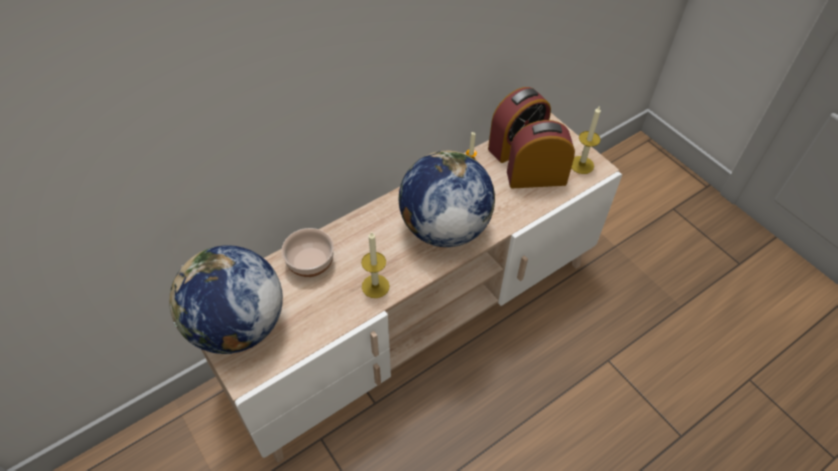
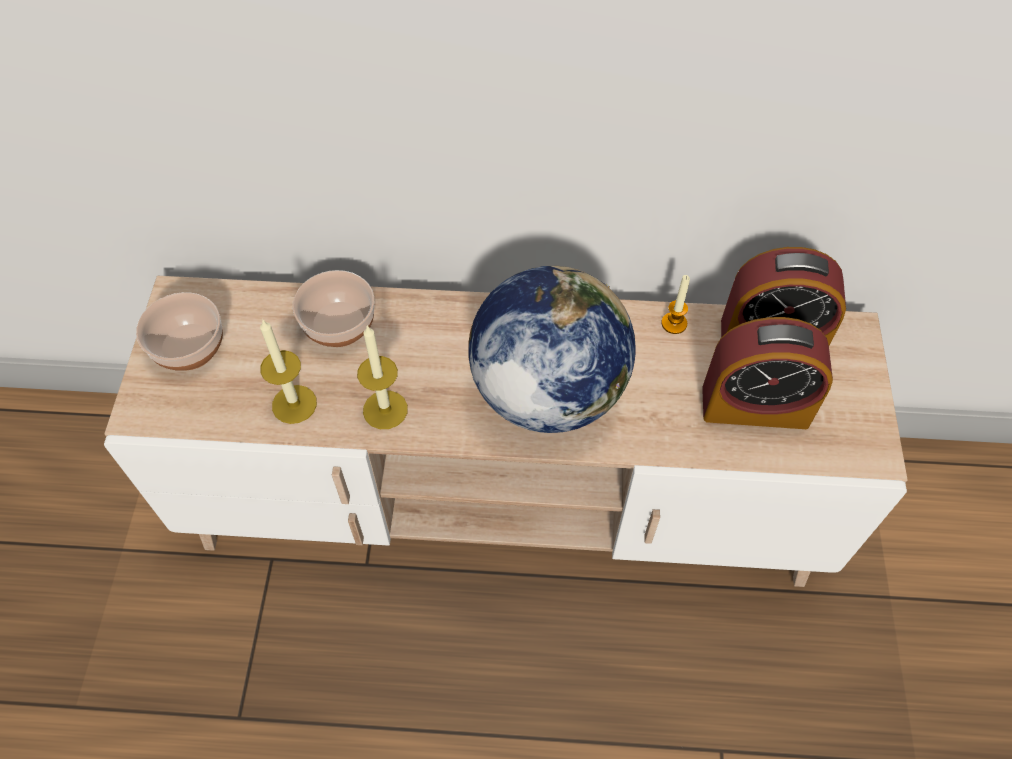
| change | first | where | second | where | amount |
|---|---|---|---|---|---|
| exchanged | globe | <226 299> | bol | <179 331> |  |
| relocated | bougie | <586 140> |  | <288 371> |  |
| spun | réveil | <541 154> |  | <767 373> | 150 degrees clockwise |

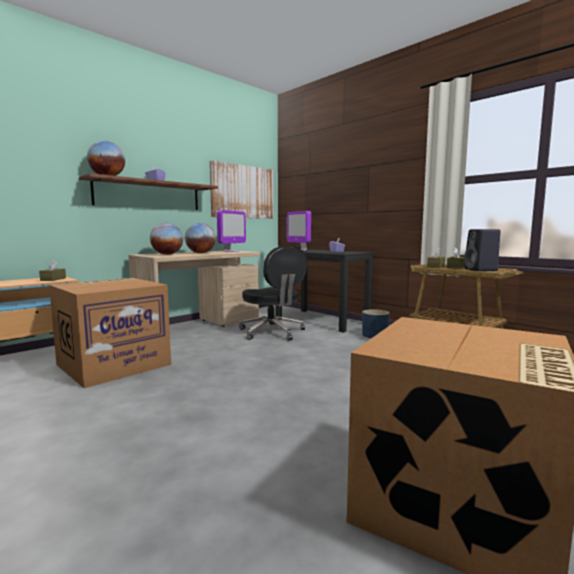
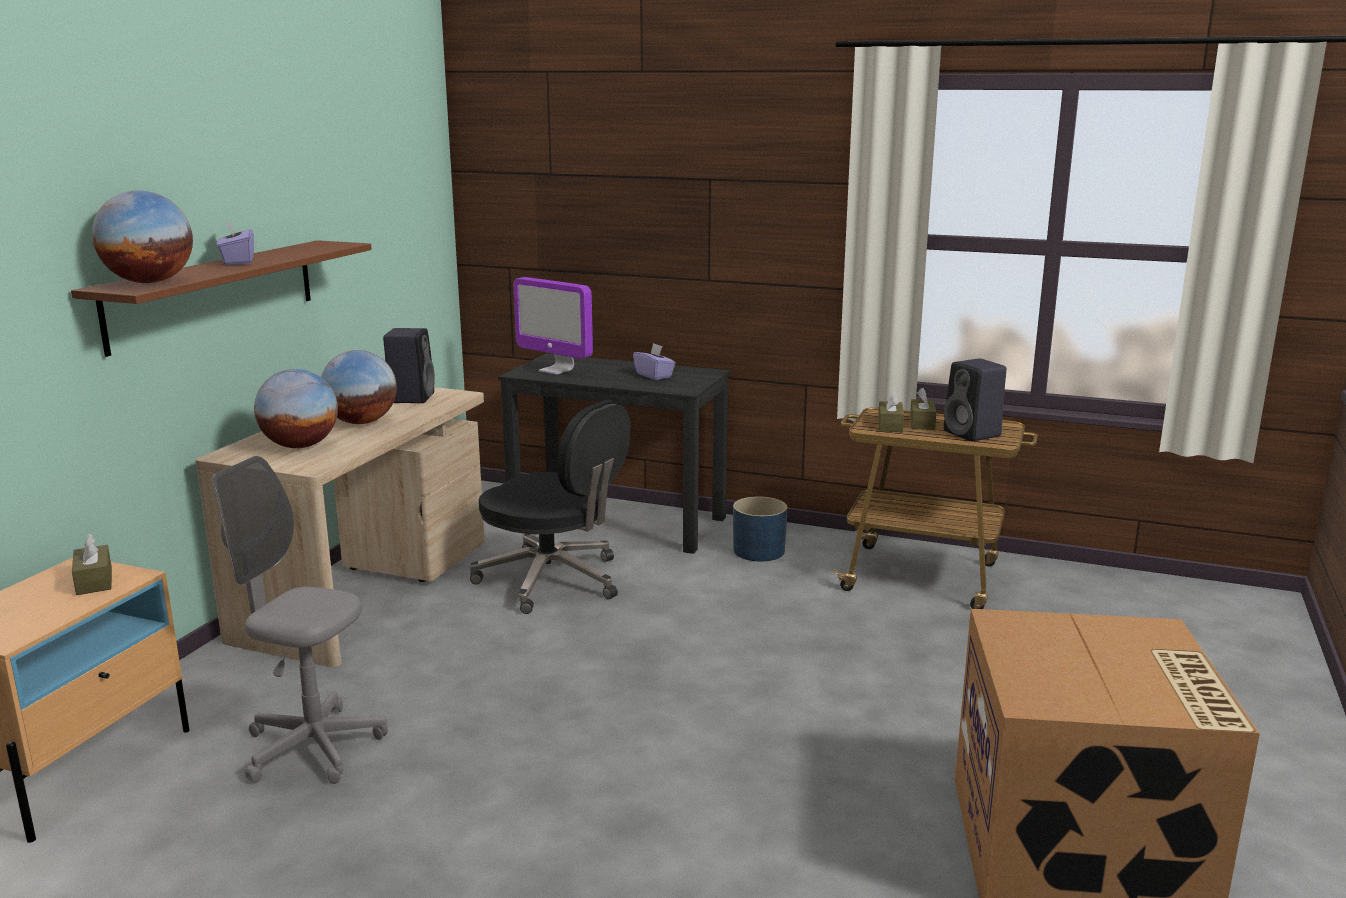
| change | first | where | second | where | amount |
|---|---|---|---|---|---|
| exchanged | carton | <110 333> | chaise de bureau [gris] | <300 620> |  |
| exchanged | écran d'ordinateur | <231 231> | enceinte [noir] | <409 365> |  |
| missing | tableau | <242 189> |  |  |  |

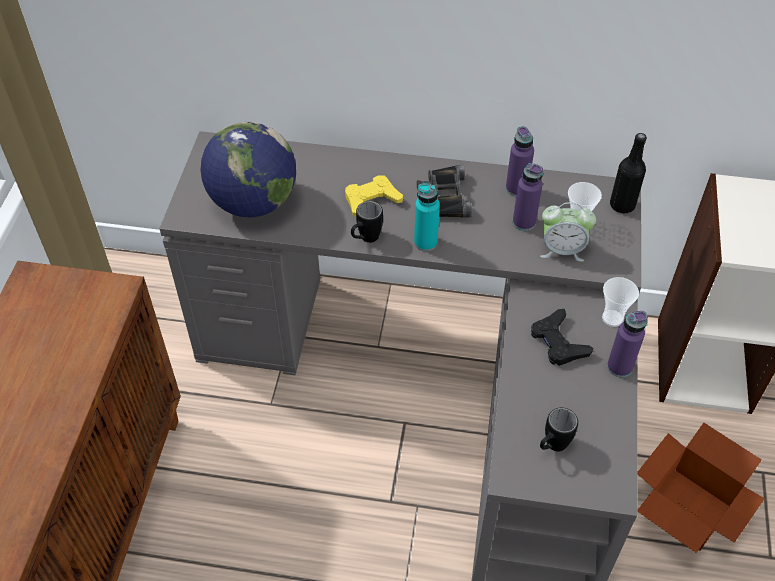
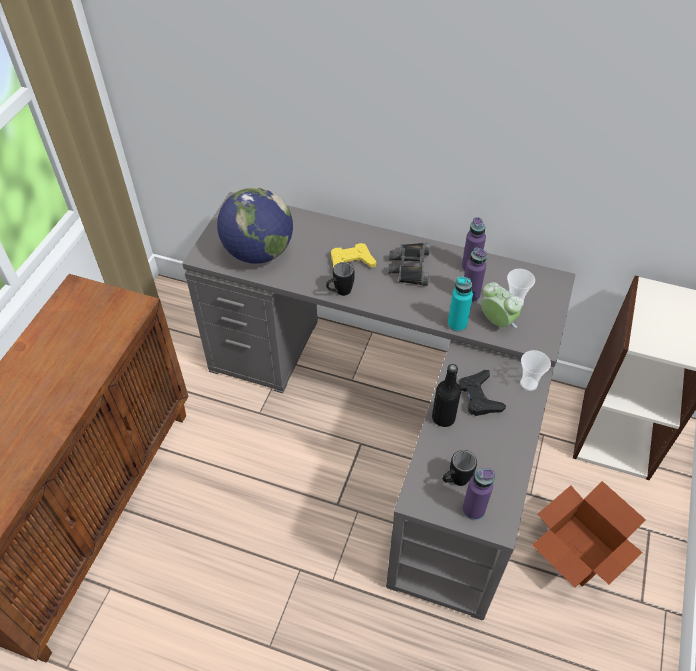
| change | first | where | second | where | amount |
|---|---|---|---|---|---|
| relocated | bouteille [noir] | <628 173> |  | <446 395> |  |
| relocated | bouteille [turquoise] | <427 217> |  | <460 304> |  |
| relocated | bouteille [violet] | <627 344> |  | <478 494> |  |
| spun | réveil | <568 232> |  | <501 305> | 150 degrees counterclockwise |

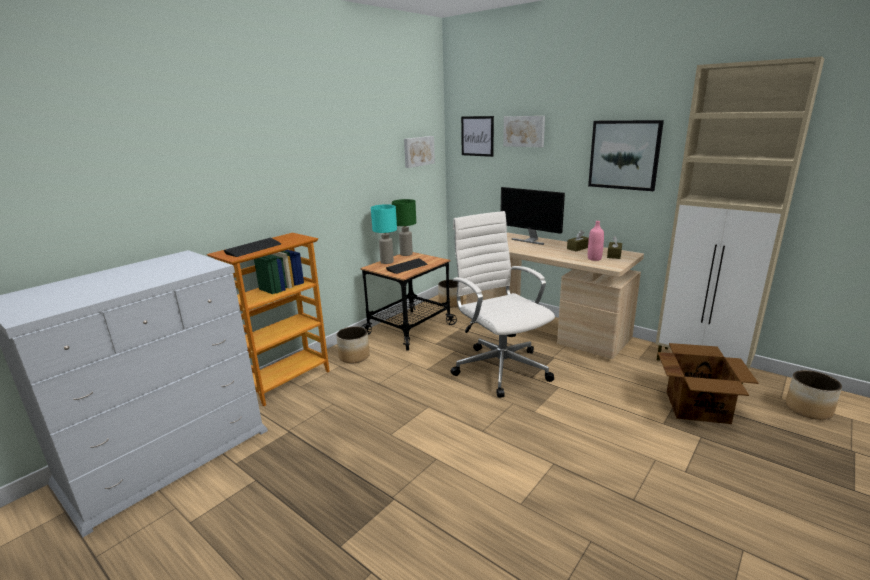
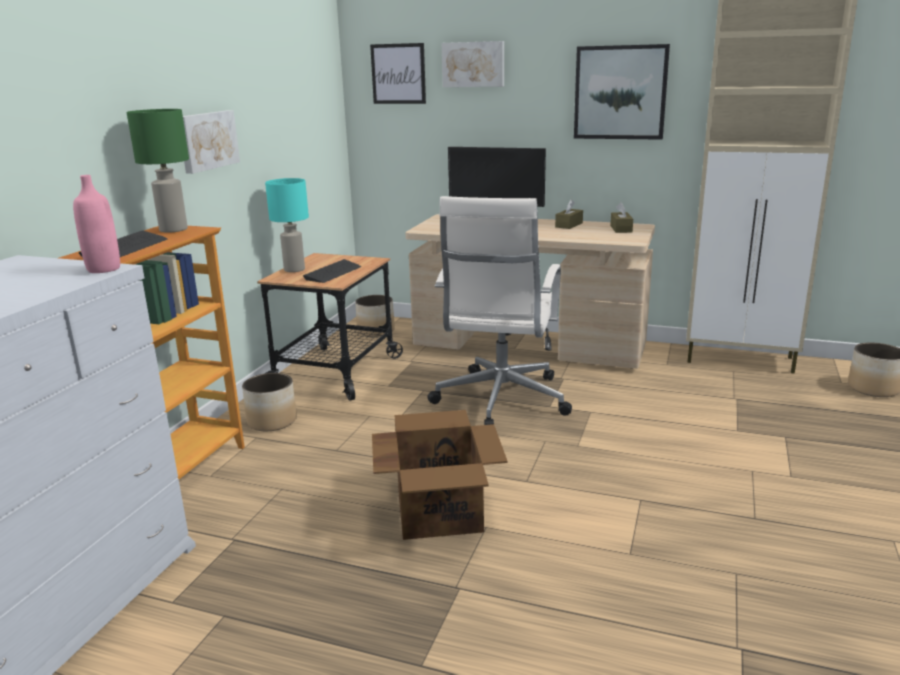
| change | first | where | second | where | amount |
|---|---|---|---|---|---|
| relocated | bouteille [rose] | <596 241> |  | <96 224> |  |
| relocated | lampe de table [vert] | <404 227> |  | <158 171> |  |
| relocated | tableau | <419 152> |  | <211 142> |  |
| relocated | carton | <708 383> |  | <440 475> |  |
| spun | chaise de bureau [blanc] | <503 304> |  | <499 310> | 120 degrees counterclockwise |

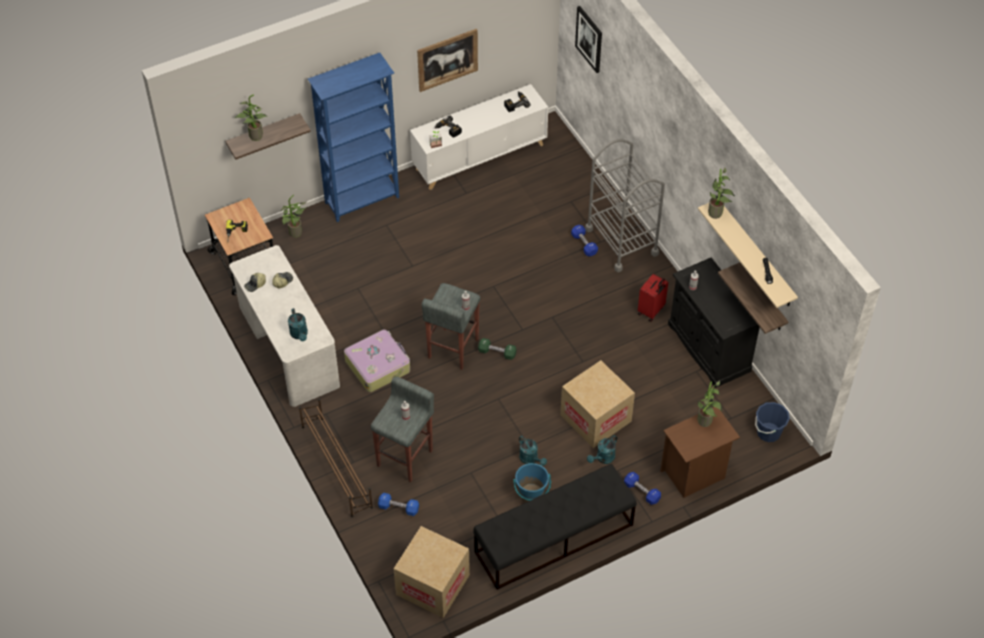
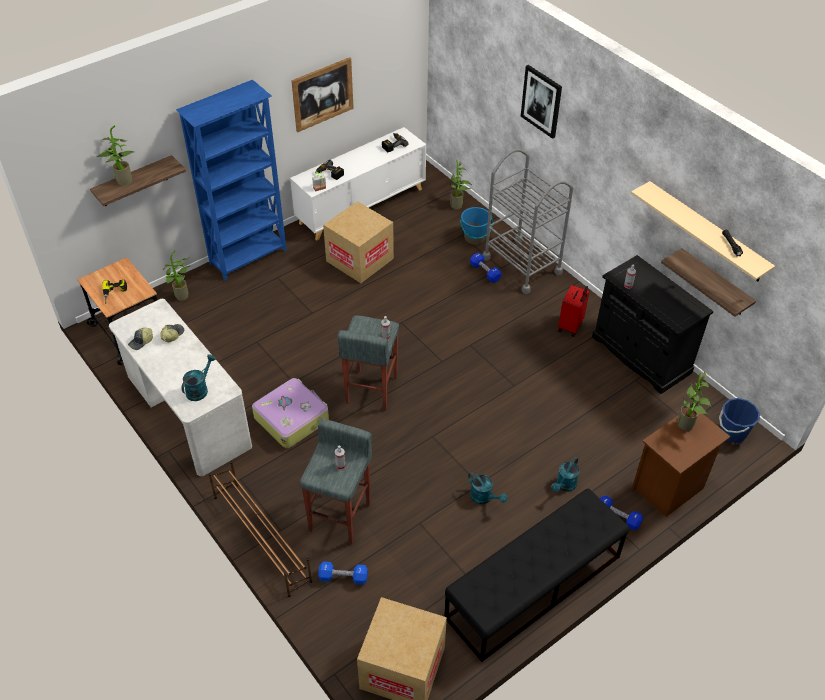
| change | first | where | second | where | amount |
|---|---|---|---|---|---|
| spun | arrosoir [turquoise] | <298 324> |  | <198 377> | 120 degrees counterclockwise |
| relocated | carton | <597 404> |  | <358 242> |  |
| relocated | plante en pot | <721 193> |  | <461 184> |  |
| relocated | seau [bleu] | <532 482> |  | <476 226> |  |
| relocated | tableau | <588 39> |  | <541 102> |  |
| missing | haltère [vert] | <497 349> |  |  |  |

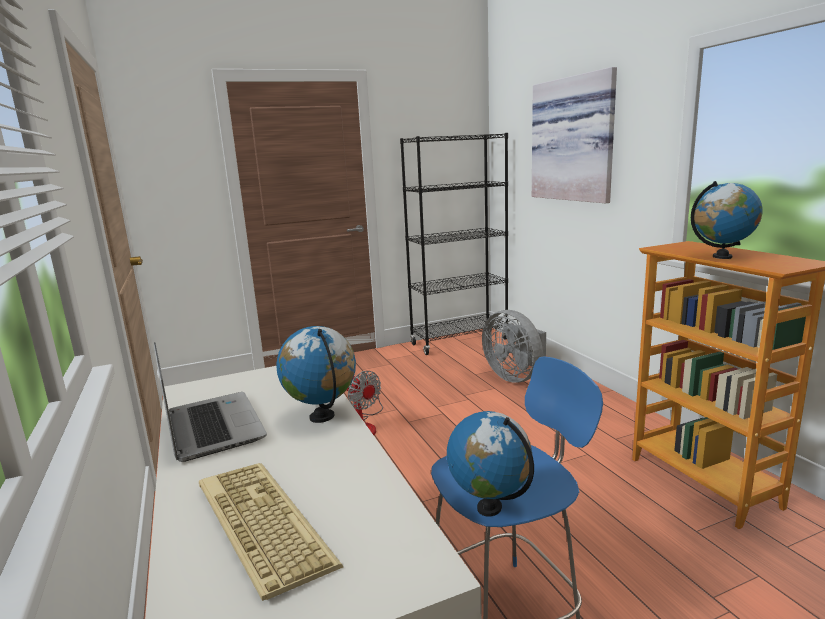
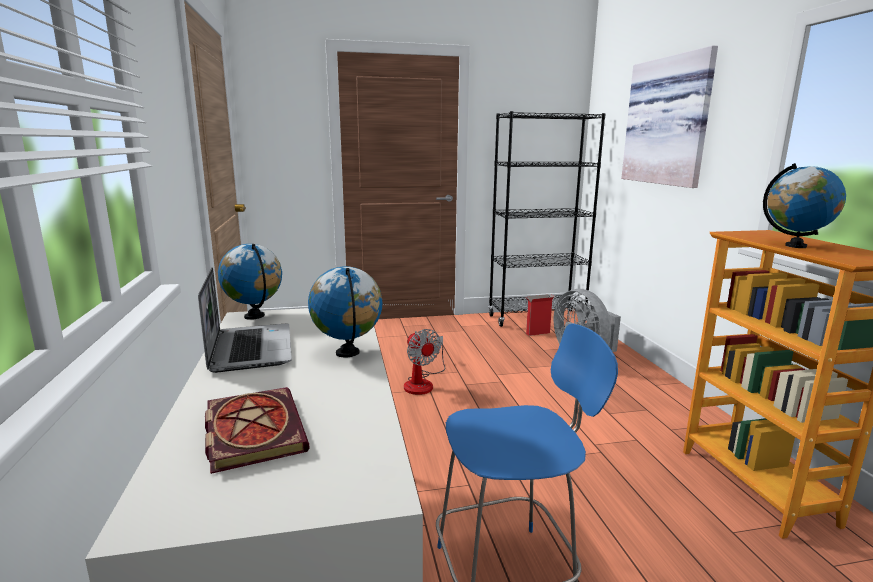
| change | first | where | second | where | amount |
|---|---|---|---|---|---|
| exchanged | clavier | <271 532> | livre | <257 430> |  |
| relocated | globe | <490 463> |  | <250 282> |  |
| appeared |  |  | carton | <540 315> |  |

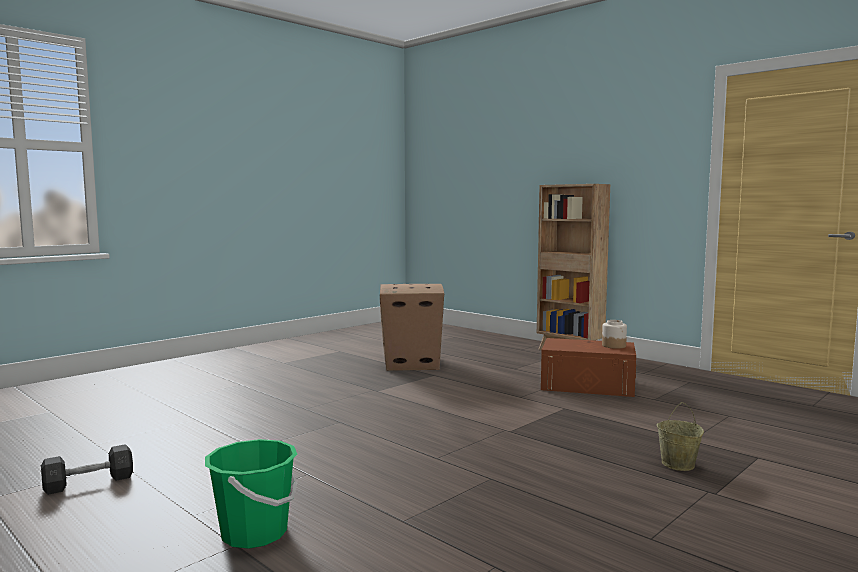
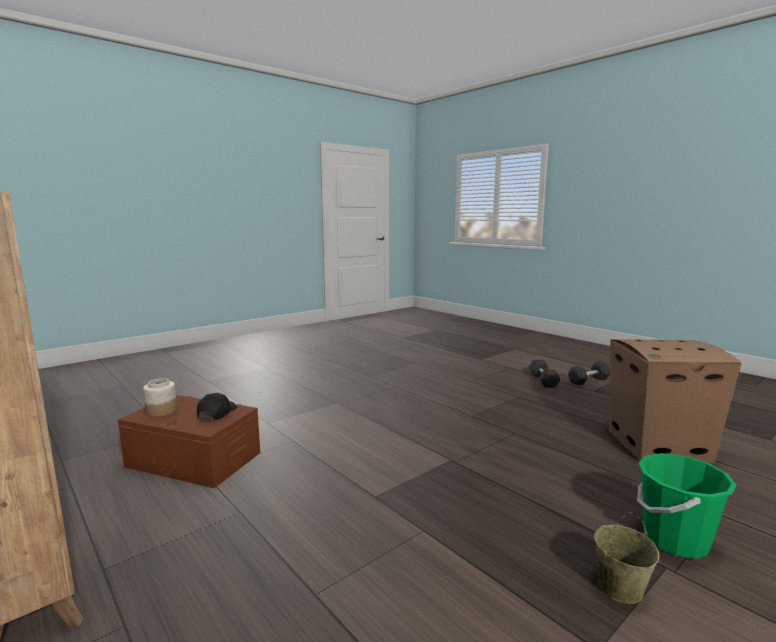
| change | first | where | second | where | amount |
|---|---|---|---|---|---|
| appeared |  |  | casquette [noir] | <217 406> |  |
| appeared |  |  | haltère [gris] | <545 373> |  |
| relocated | seau [beige] | <680 436> |  | <627 558> |  |
| relocated | carton | <412 327> |  | <675 401> |  |
| relocated | seau [vert] | <251 494> |  | <687 506> |  |

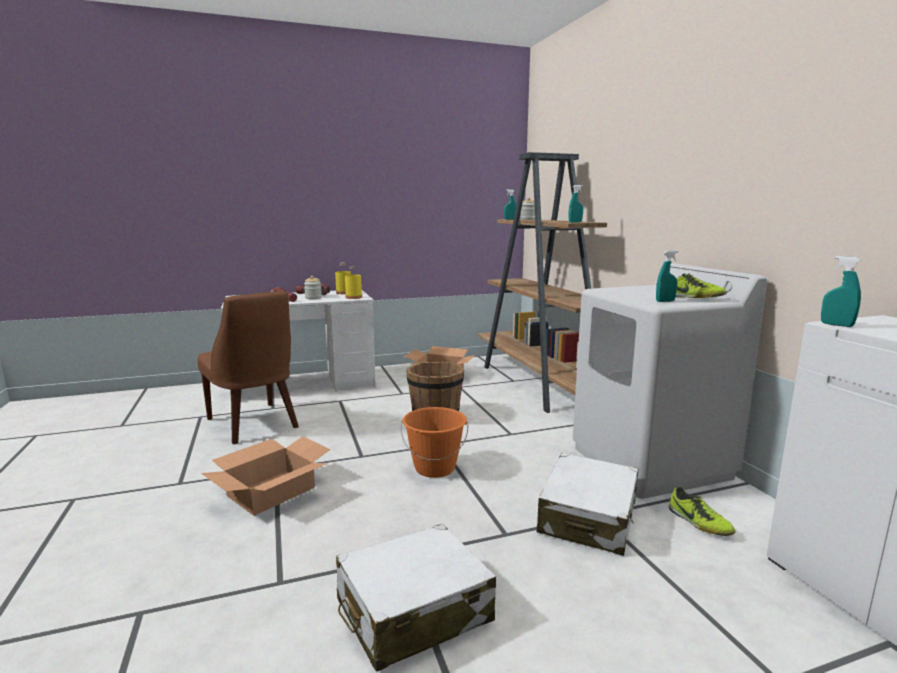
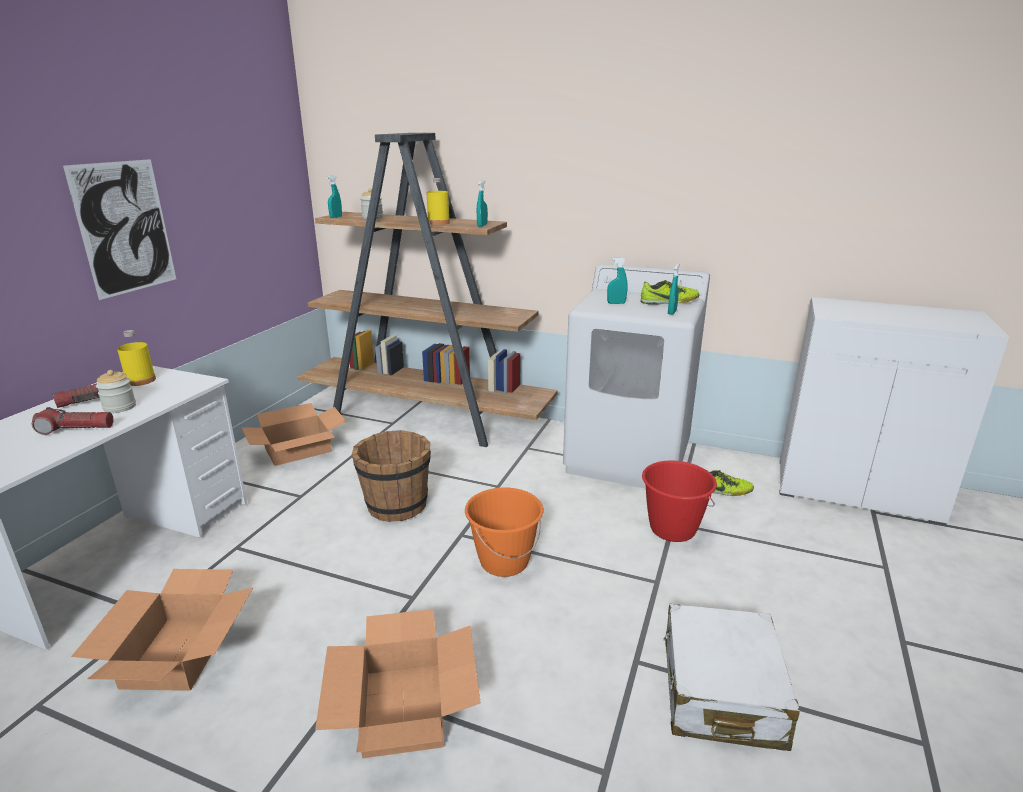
| change | first | where | second | where | amount |
|---|---|---|---|---|---|
| appeared |  |  | tableau | <119 229> |  |
| exchanged | chaise [marron] | <248 367> | carton | <162 630> |  |
| relocated | bouteille [jaune] | <353 282> |  | <438 201> |  |
| relocated | vaporisateur [turquoise] | <841 291> |  | <617 281> |  |
| exchanged | valise [blanc] | <588 504> | seau [rouge] | <679 501> |  |

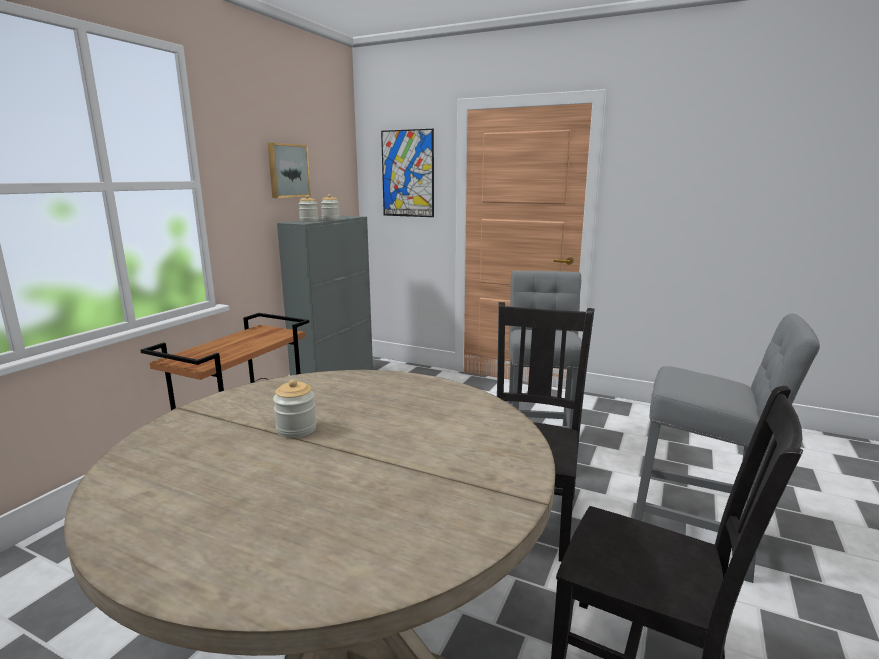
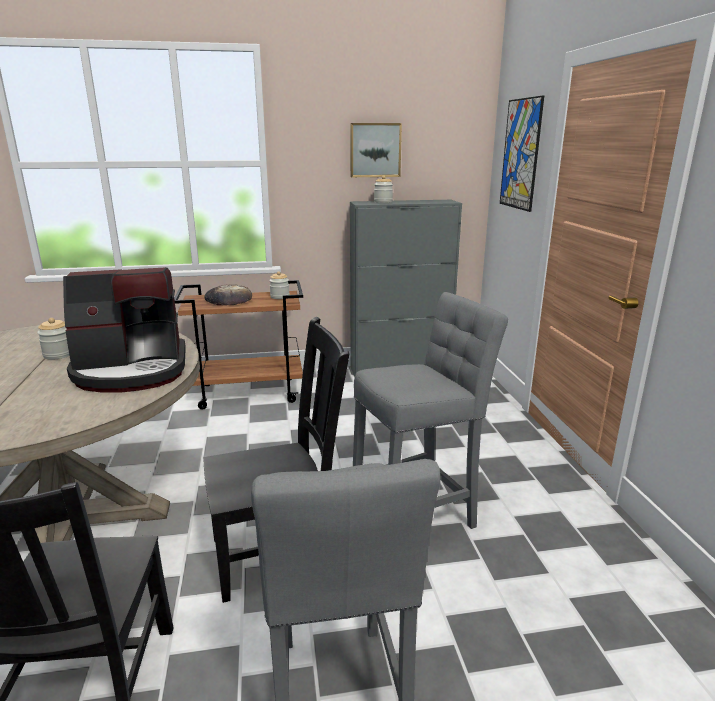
| change | first | where | second | where | amount |
|---|---|---|---|---|---|
| appeared |  |  | machine à café | <124 330> |  |
| appeared |  |  | pain | <228 295> |  |
| relocated | bocal | <330 207> |  | <279 285> |  |

